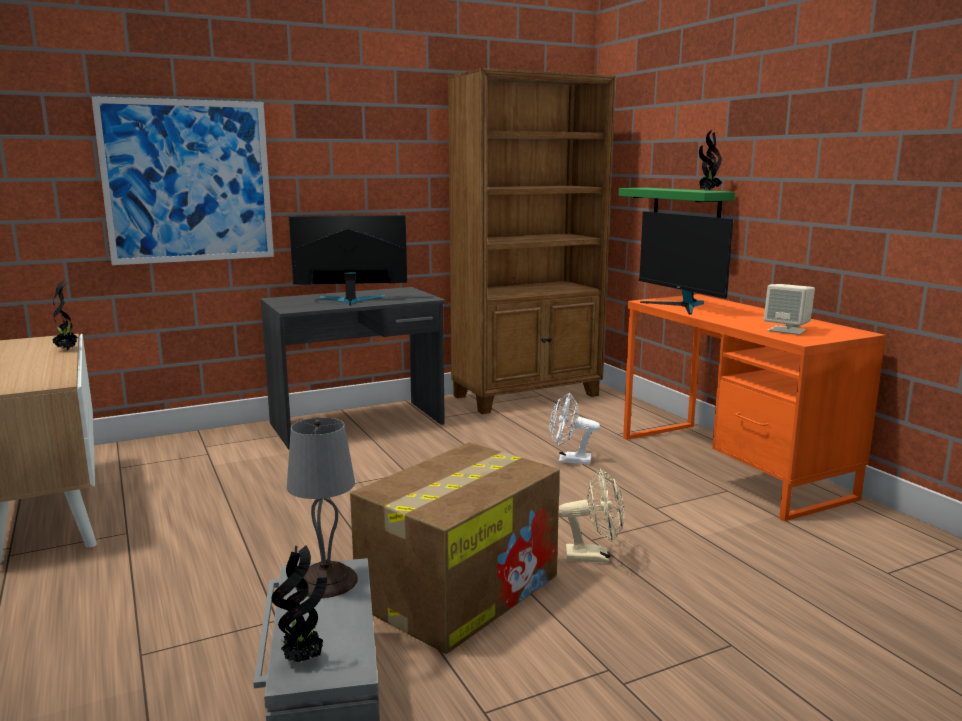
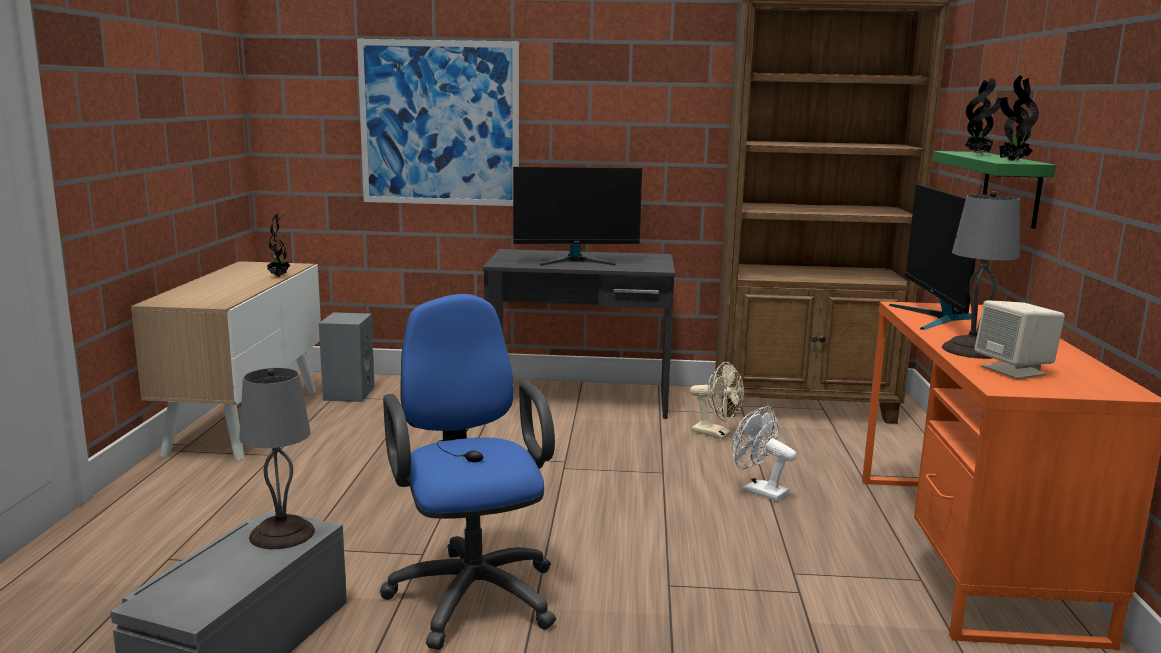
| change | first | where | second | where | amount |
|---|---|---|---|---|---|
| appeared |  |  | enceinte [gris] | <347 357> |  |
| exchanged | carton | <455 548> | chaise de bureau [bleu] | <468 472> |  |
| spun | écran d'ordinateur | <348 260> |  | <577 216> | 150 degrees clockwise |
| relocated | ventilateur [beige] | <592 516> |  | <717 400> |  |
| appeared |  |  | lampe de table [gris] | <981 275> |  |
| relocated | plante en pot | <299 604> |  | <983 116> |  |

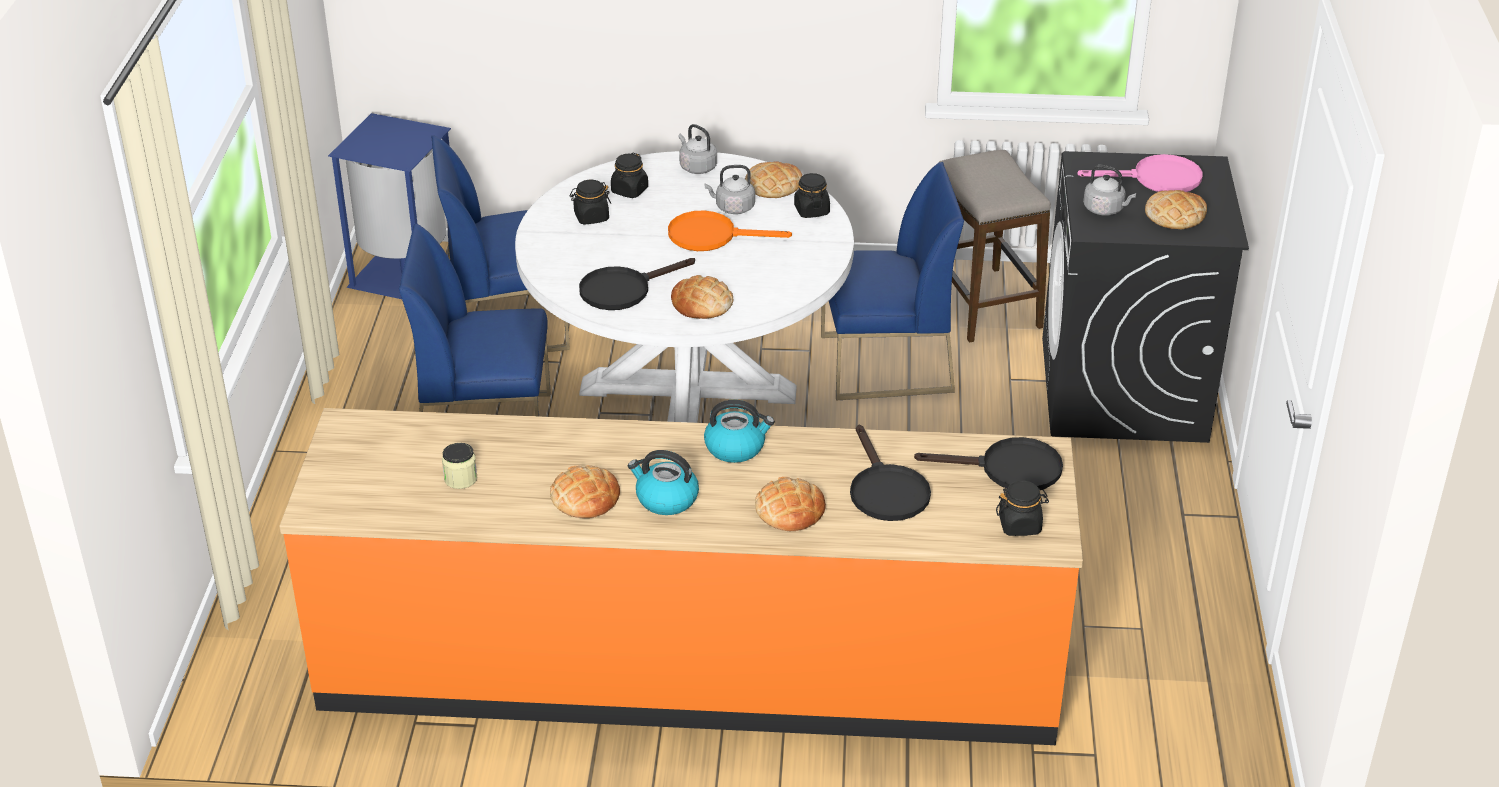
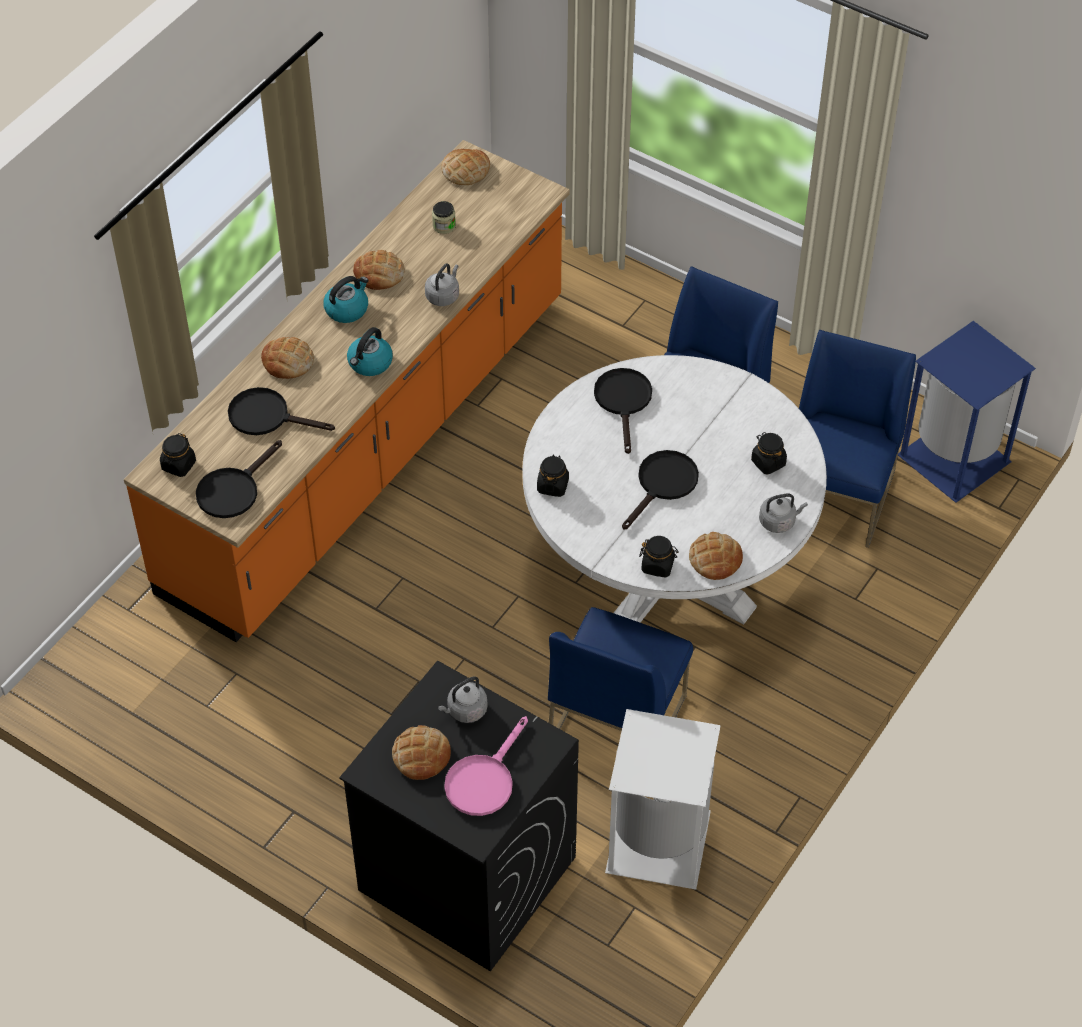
| change | first | where | second | where | amount |
|---|---|---|---|---|---|
| relocated | bouilloire [gris] | <730 189> |  | <442 284> |  |
| relocated | pain | <702 297> |  | <465 167> |  |
| relocated | bocal [noir] | <590 202> |  | <553 475> |  |
| exchanged | tabouret | <995 246> | poubelle [blanc] | <663 799> |  |
| colour | poêle [orange] | <730 231> | poêle [noir] | <660 490> |  |

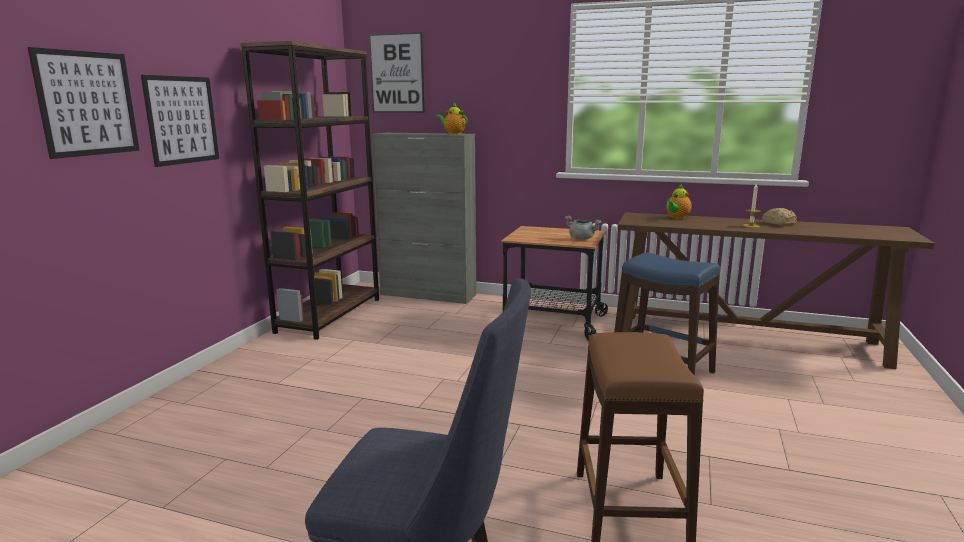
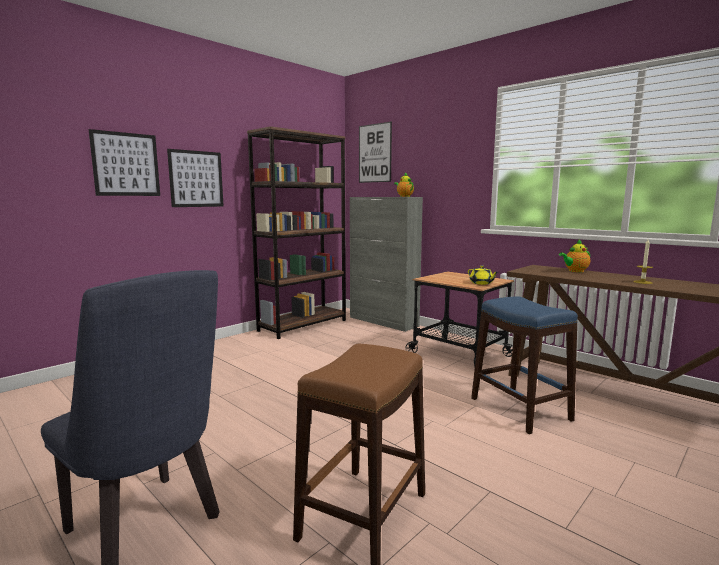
| change | first | where | second | where | amount |
|---|---|---|---|---|---|
| exchanged | marmite [gris] | <583 228> | théière [jaune] | <483 275> |  |
| missing | pain | <779 217> |  |  |  |

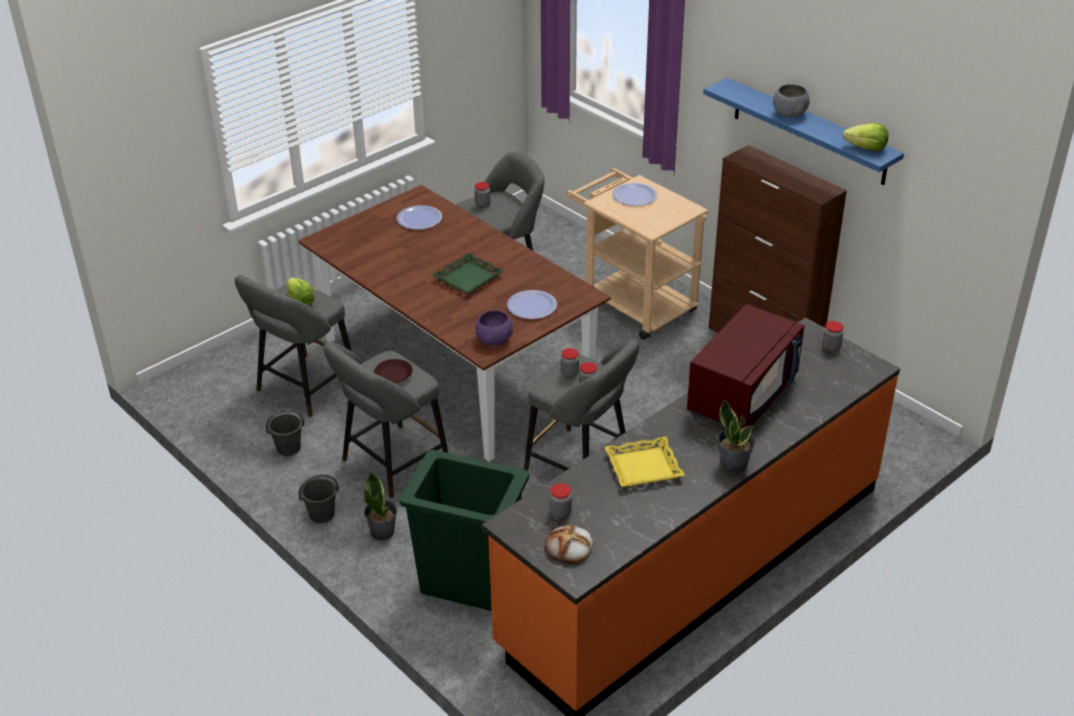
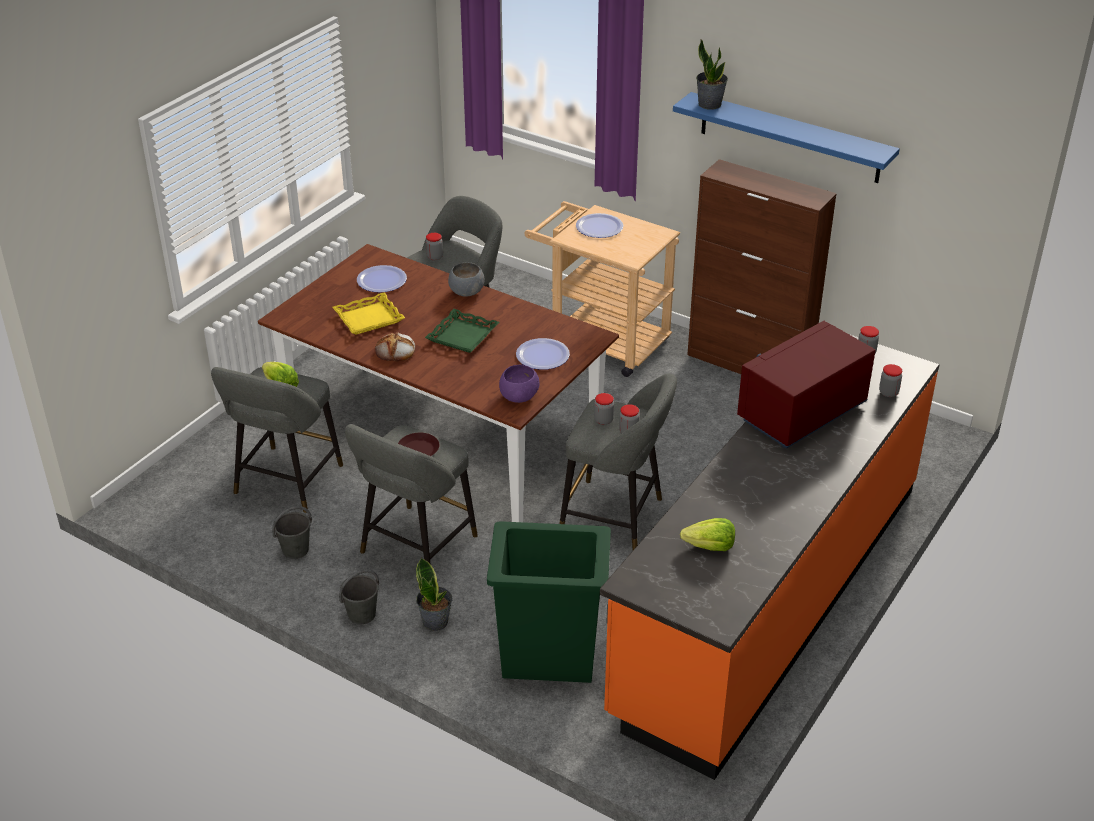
| change | first | where | second | where | amount |
|---|---|---|---|---|---|
| relocated | plateau [jaune] | <644 461> |  | <369 313> |  |
| relocated | pain | <569 544> |  | <395 346> |  |
| relocated | bol [gris] | <791 100> |  | <466 280> |  |
| relocated | laitue | <866 137> |  | <707 534> |  |
| relocated | plante en pot | <736 437> |  | <712 74> |  |
| spun | micro-ondes [rouge] | <746 366> |  | <806 384> | 150 degrees counterclockwise |
| relocated | bocal | <561 501> |  | <890 380> |  |

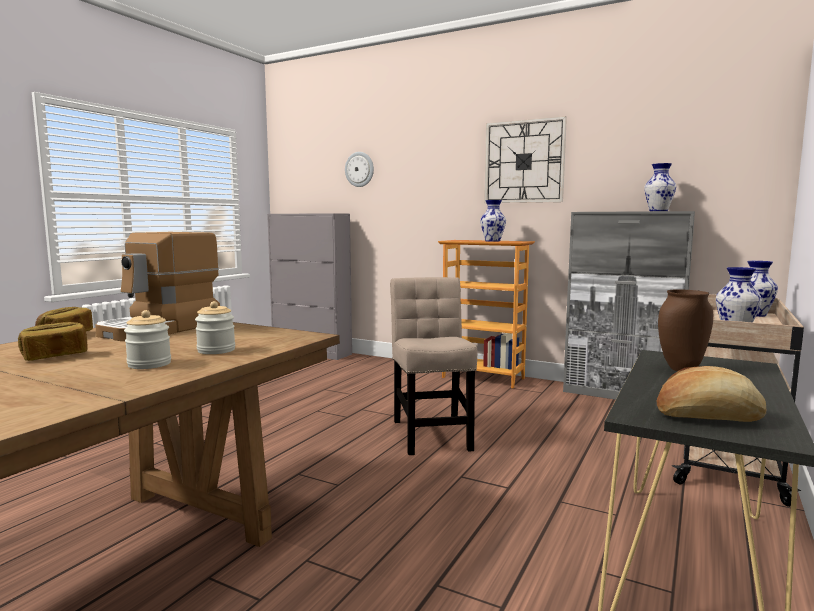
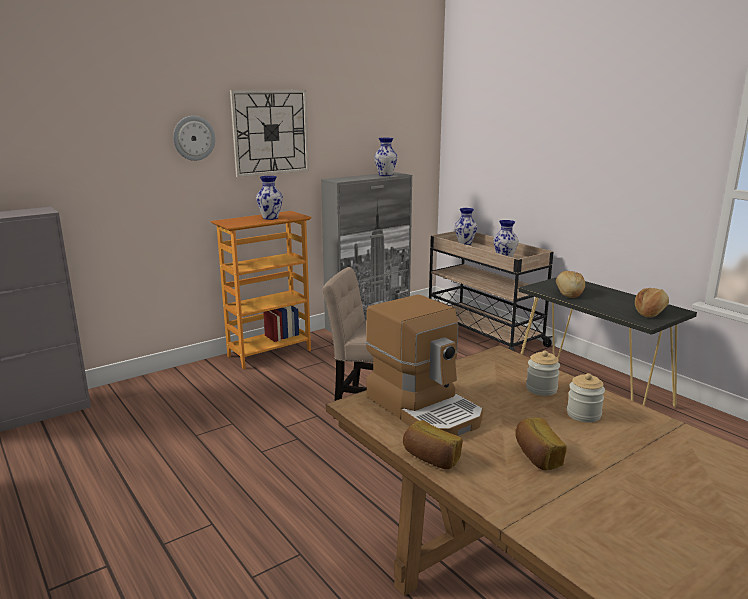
| change | first | where | second | where | amount |
|---|---|---|---|---|---|
| relocated | horloge murale | <359 169> |  | <194 138> |  |
| exchanged | vase [marron] | <685 330> | pain | <570 284> |  |

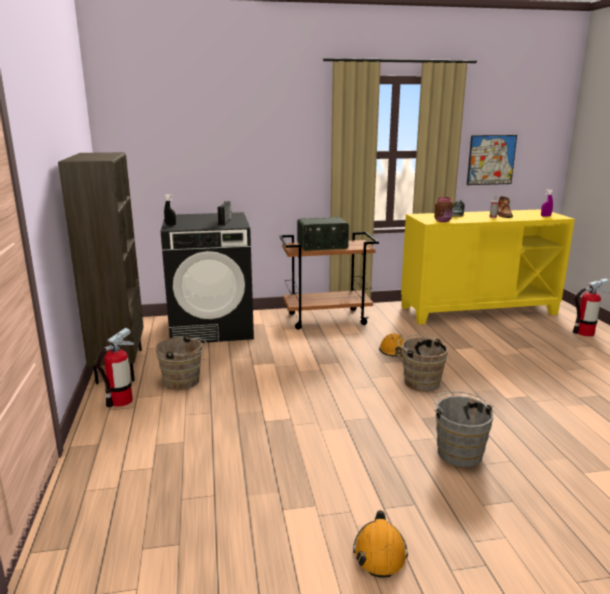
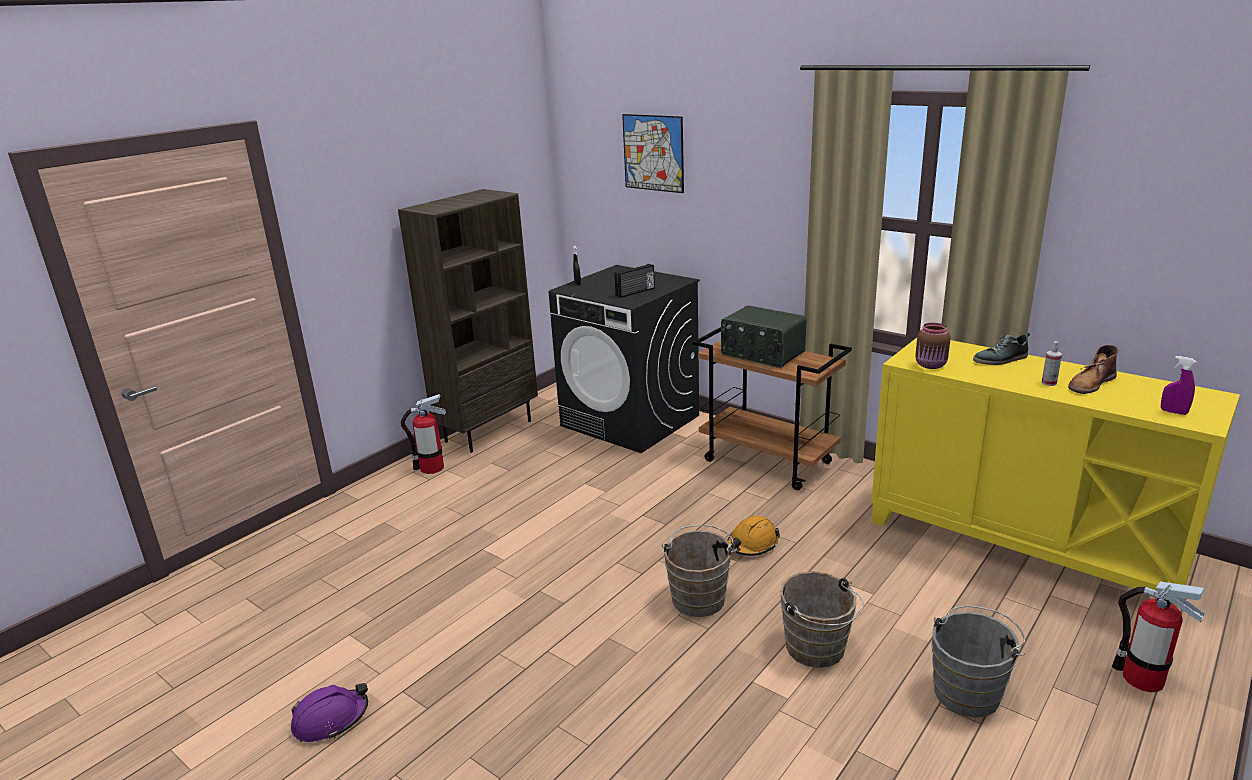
| change | first | where | second | where | amount |
|---|---|---|---|---|---|
| colour | casque de chantier [orange] | <380 544> | casque de chantier [violet] | <329 712> |  |
| relocated | tableau | <492 160> |  | <653 153> |  |
| relocated | seau [marron] | <181 362> |  | <822 619> |  |
| relocated | seau [gris] | <463 429> |  | <978 662> |  |

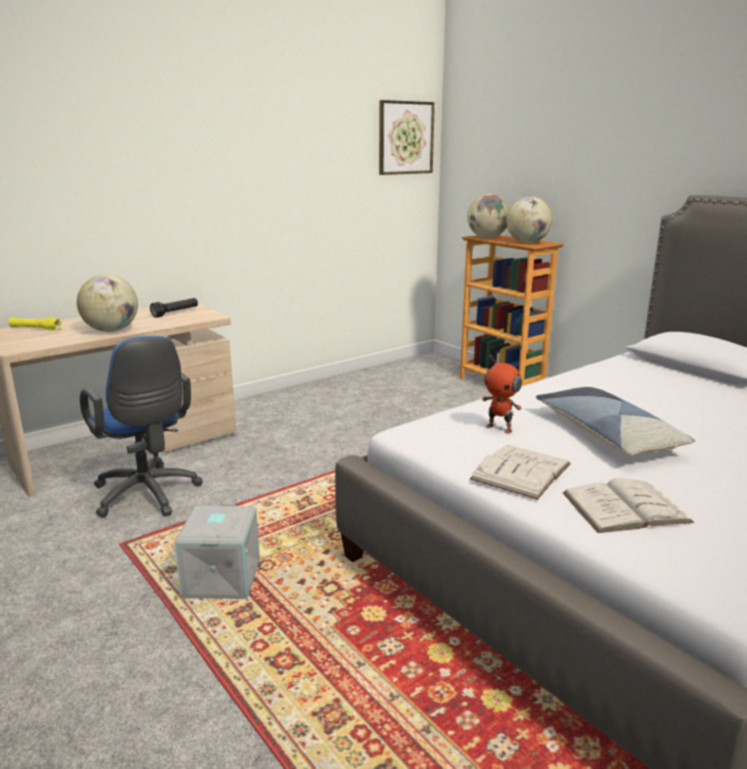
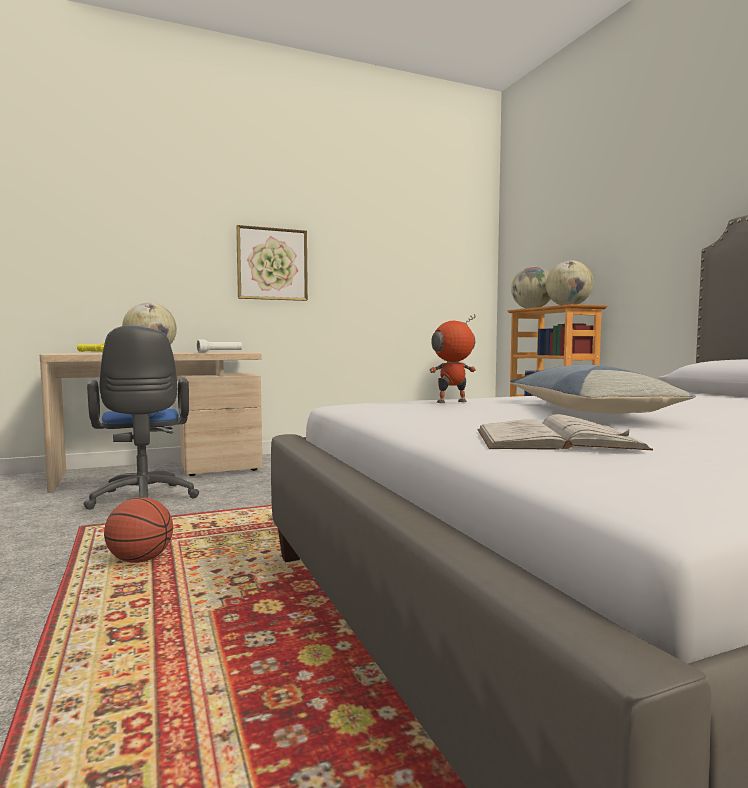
| change | first | where | second | where | amount |
|---|---|---|---|---|---|
| exchanged | boîte de rangement [gris] | <217 551> | ballon de basket | <138 530> |  |
| colour | lampe de poche [noir] | <174 308> | lampe de poche [blanc] | <219 346> |  |
| relocated | tableau | <407 137> |  | <272 263> |  |
| spun | robot jouet | <502 394> |  | <452 358> | 105 degrees clockwise |
| missing | livre [blanc] | <520 472> |  |  |  |

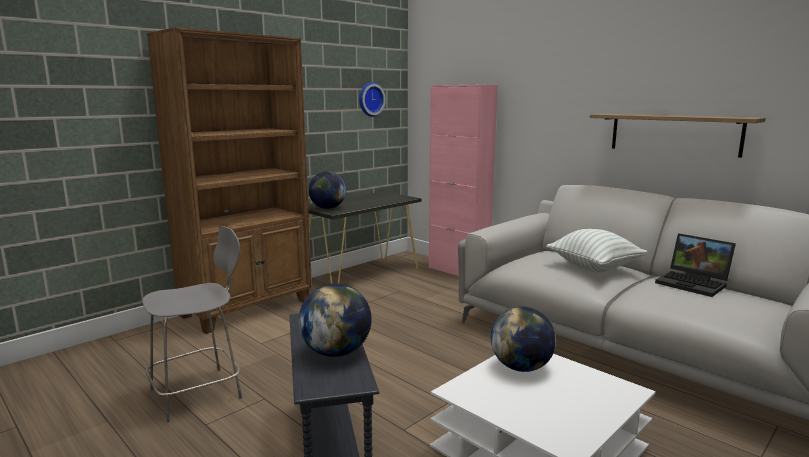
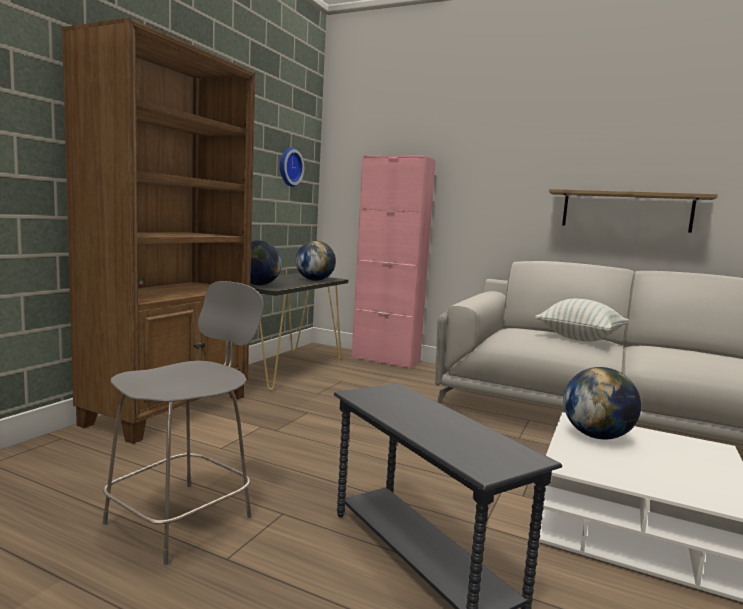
| change | first | where | second | where | amount |
|---|---|---|---|---|---|
| relocated | globe | <335 320> |  | <316 261> |  |
| missing | ordinateur portable | <695 265> |  |  |  |

